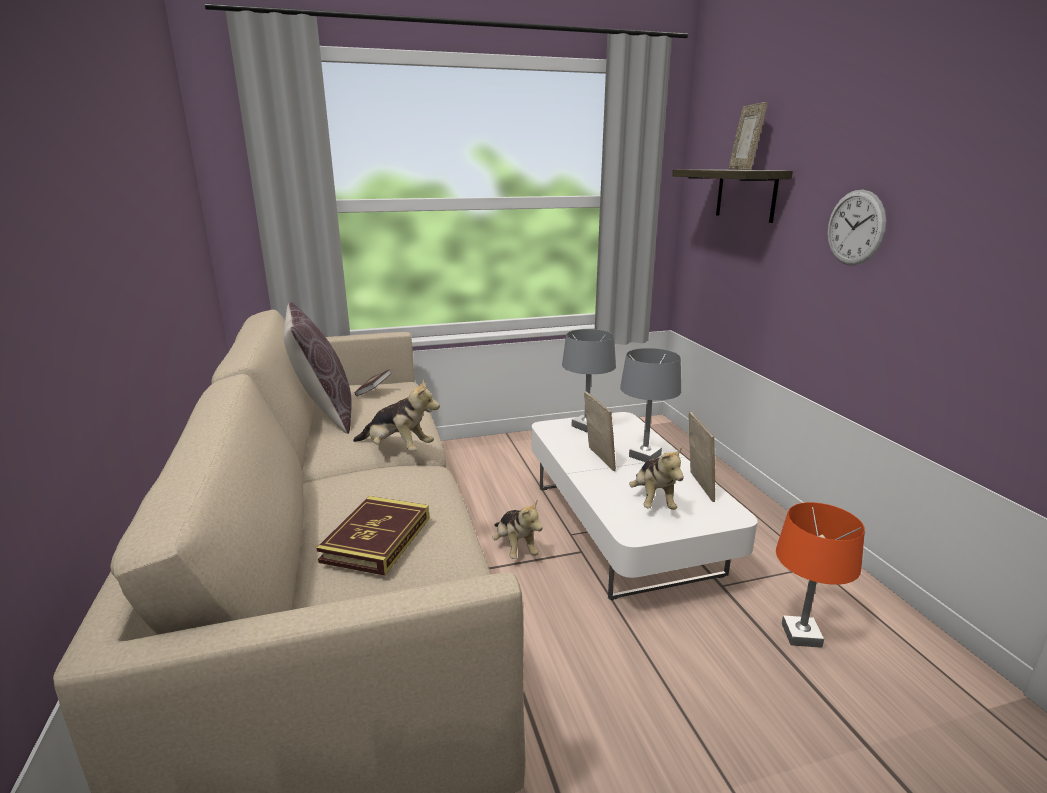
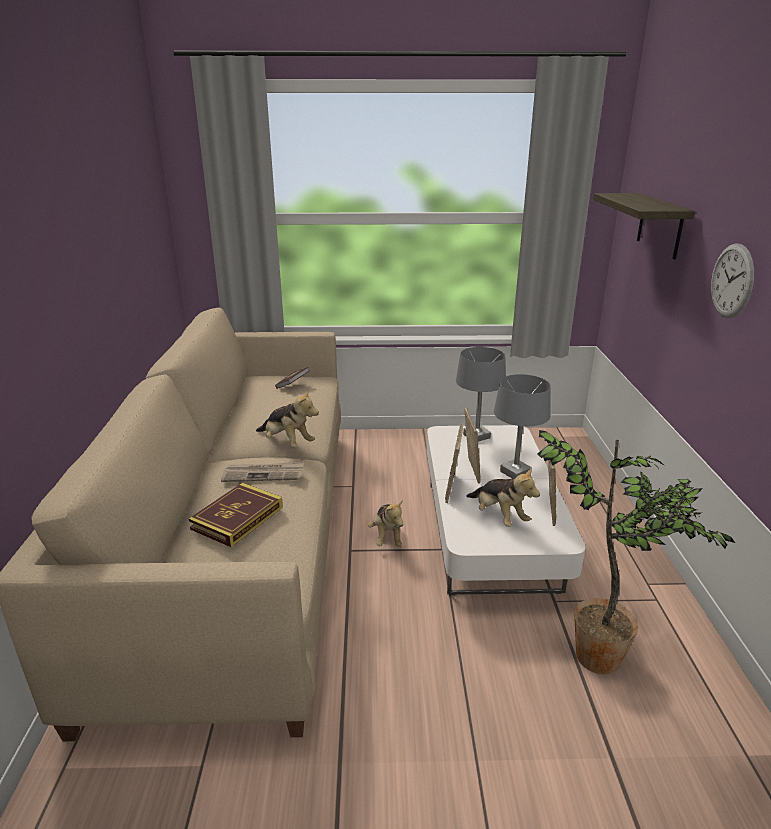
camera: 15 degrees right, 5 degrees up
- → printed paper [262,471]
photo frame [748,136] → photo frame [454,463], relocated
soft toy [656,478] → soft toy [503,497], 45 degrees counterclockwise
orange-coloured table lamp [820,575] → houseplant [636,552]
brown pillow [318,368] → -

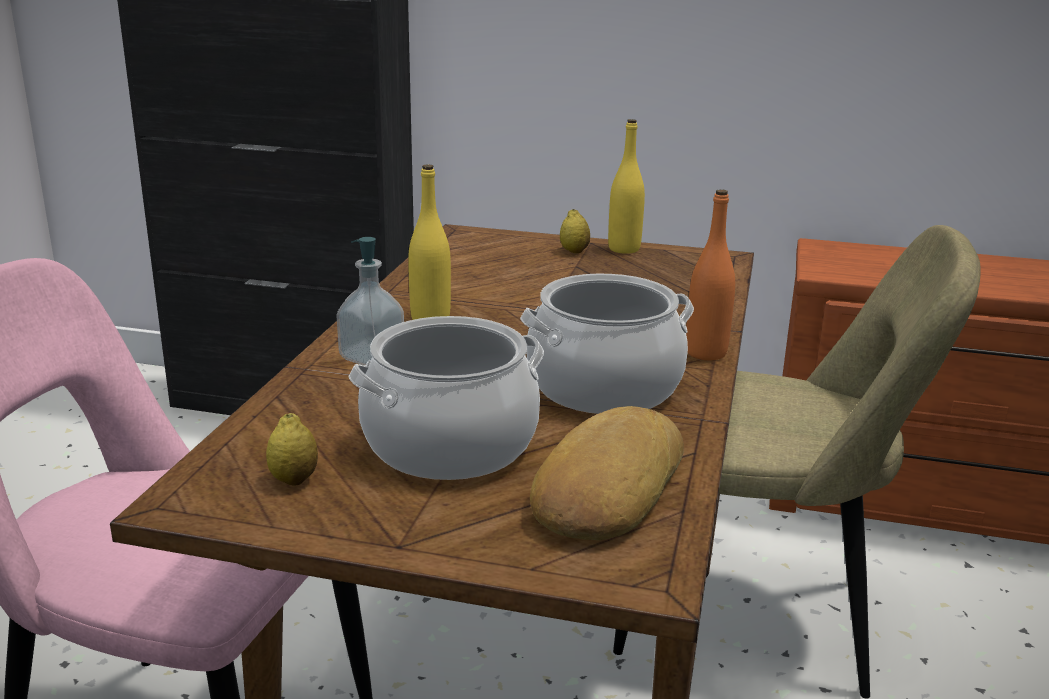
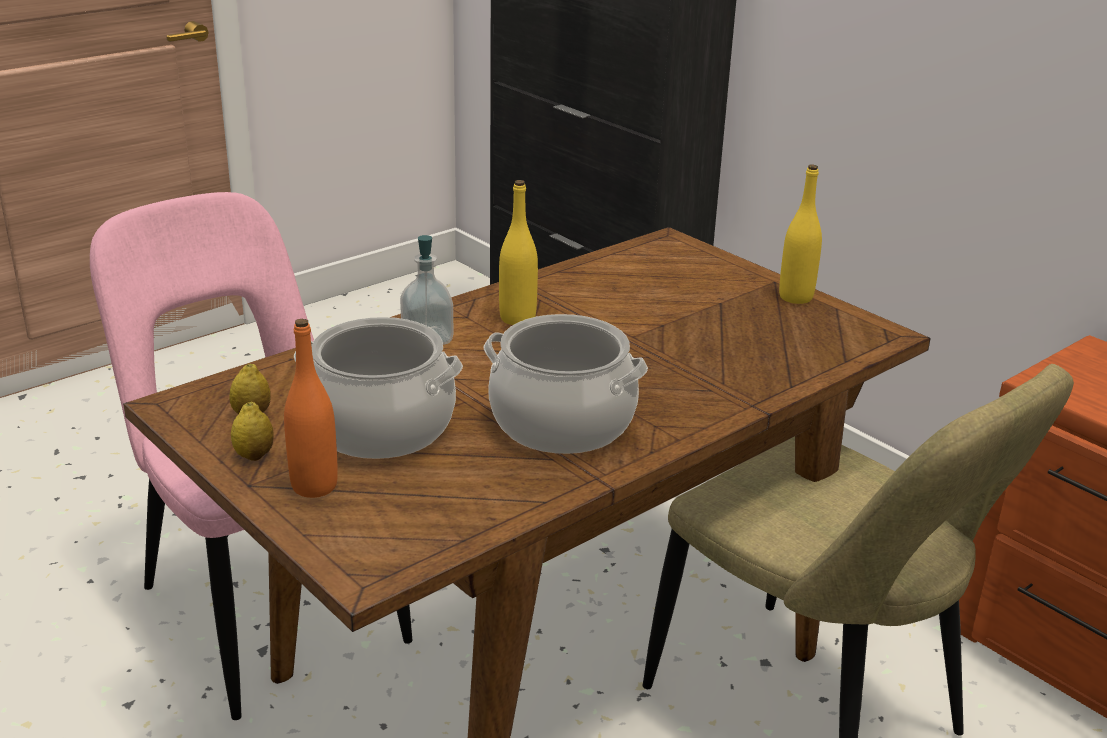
camera: 35 degrees right, 5 degrees up
lemon [575,231] → lemon [252,431], relocated
orange-coloured bottle [710,274] → orange-coloured bottle [311,408], relocated
baked bread [607,473] → -

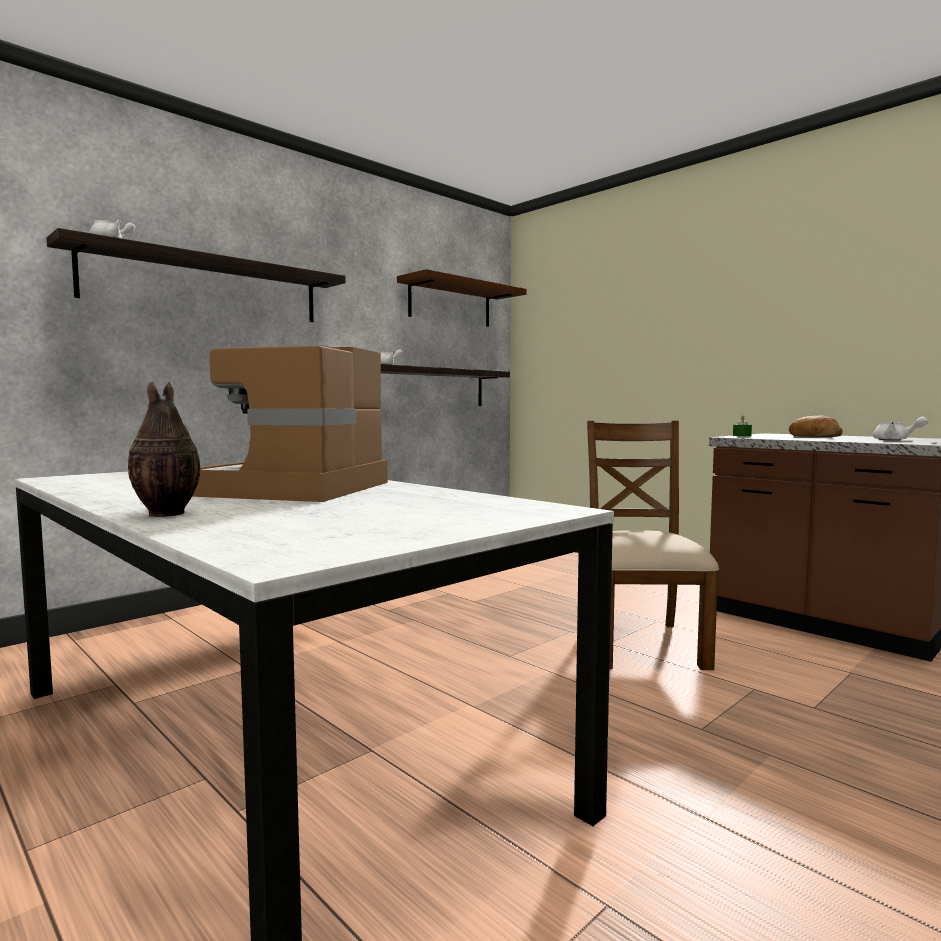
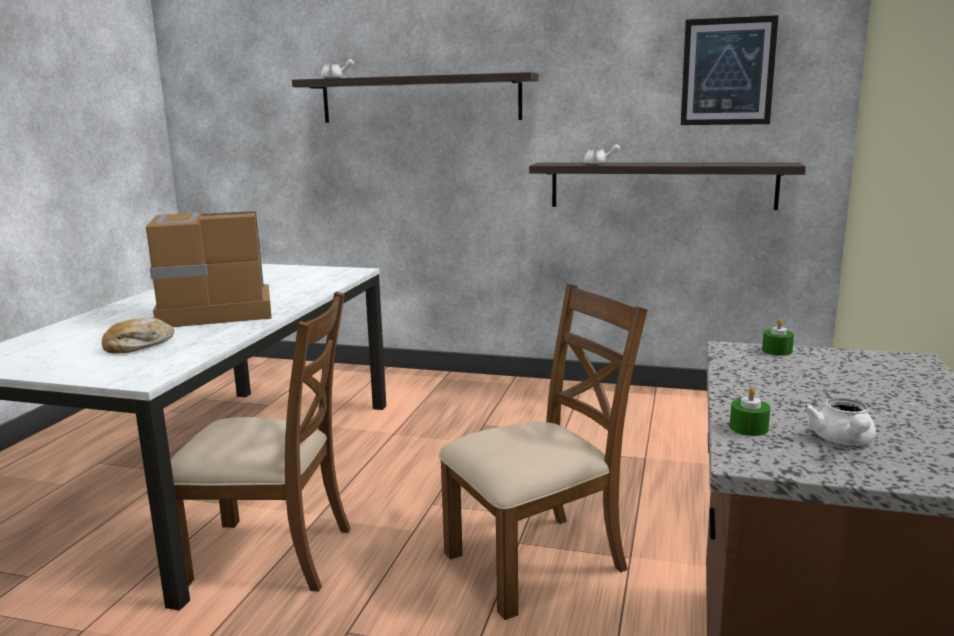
camera: 60 degrees right, 10 degrees up
baked bread [816,426] → baked bread [138,335], relocated
- → brown chair [260,441]
brown bracket shelf [461,298] → picture [730,70]
- → green wax candle [750,411]
vase [164,449] → -

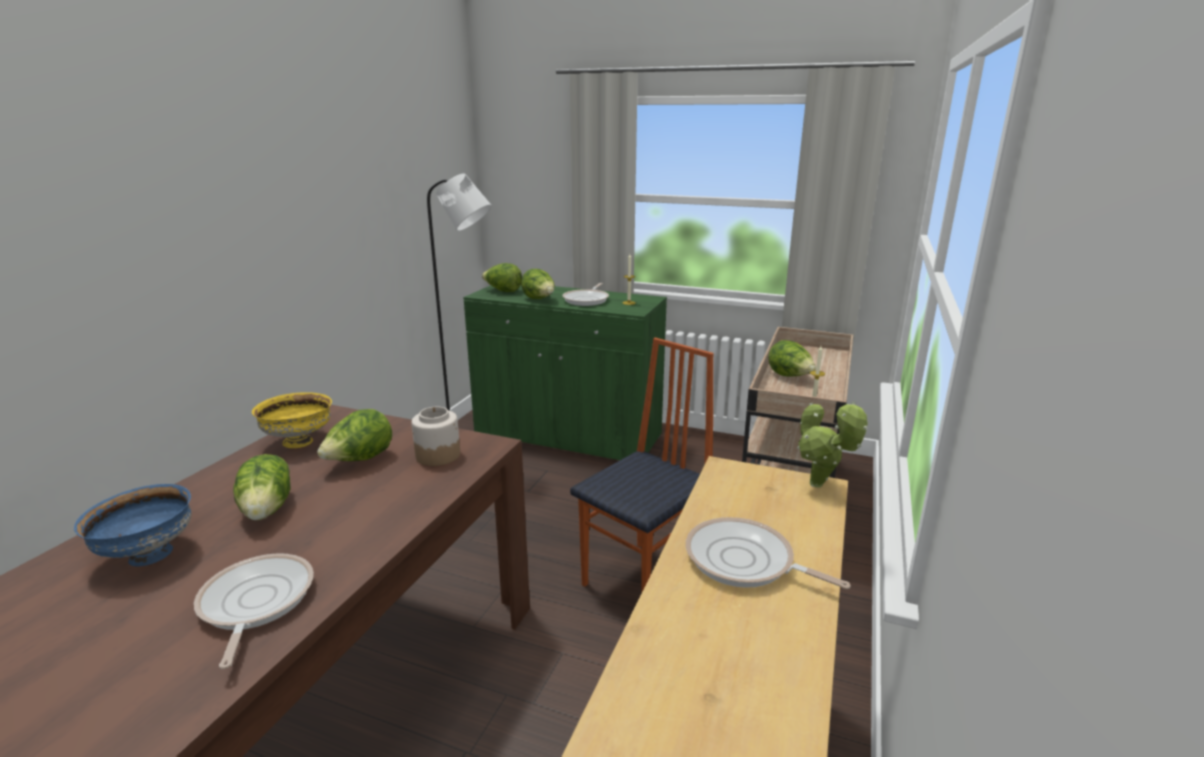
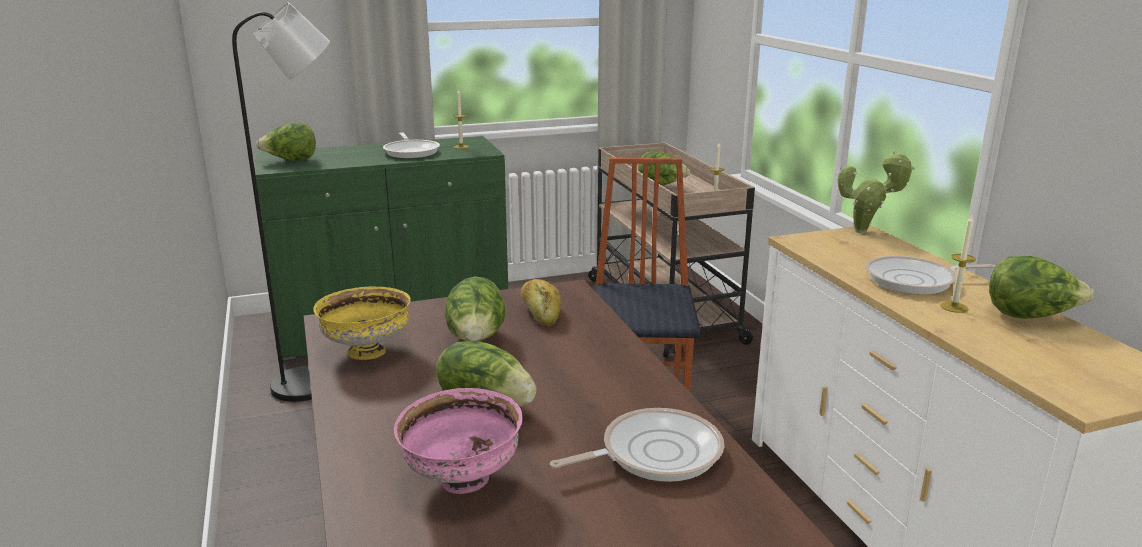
camera: 40 degrees left, 0 degrees up
blue bowl [132,525] → pink bowl [458,441]
preserve jar [435,436] → baked bread [541,302]
skillet [254,611] → skillet [637,445], 120 degrees clockwise
- → wax candle [958,264]
head of lettuce [538,284] → head of lettuce [1041,287], relocated

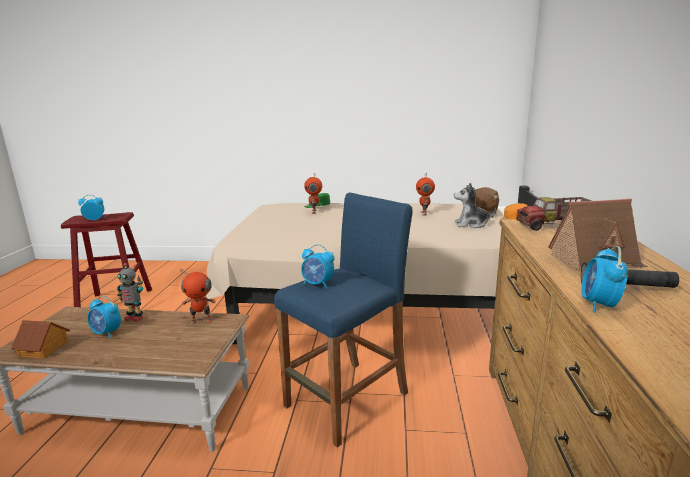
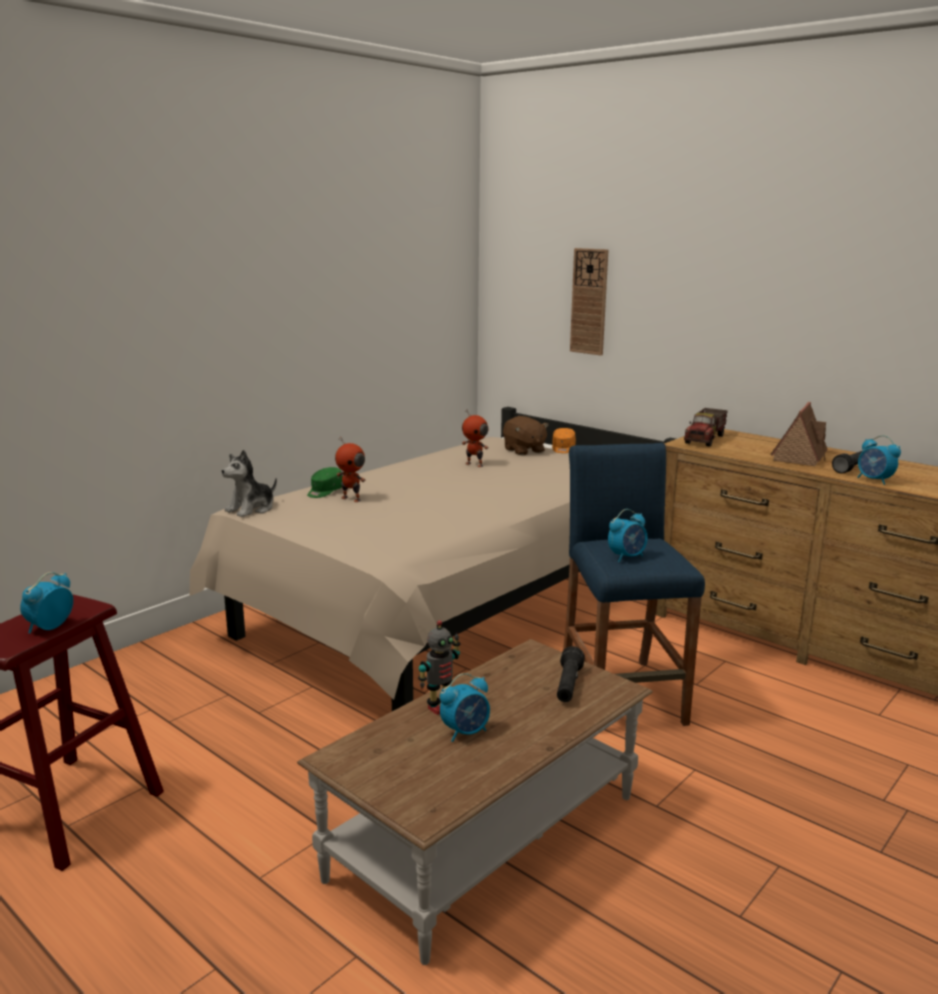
camera: 55 degrees left, 0 degrees up
soft toy [475,205] → soft toy [249,483], relocated
- → black-coloured hand torch [571,674]
- → clock on the wall [589,301]
toy house [40,339] → -
toy robot [198,296] → -

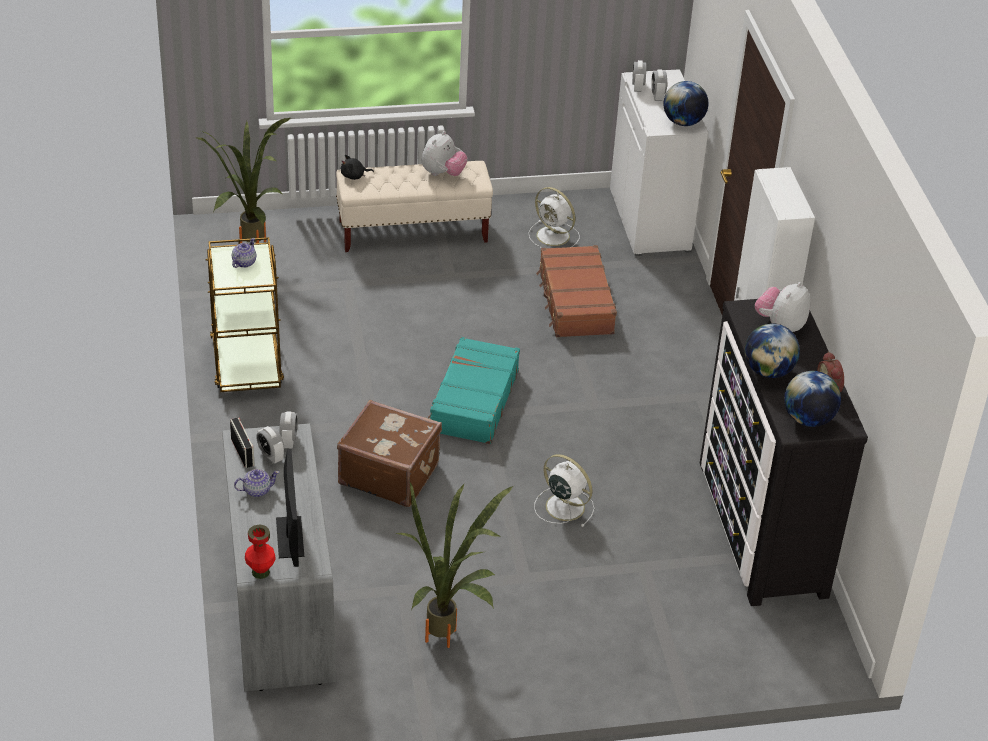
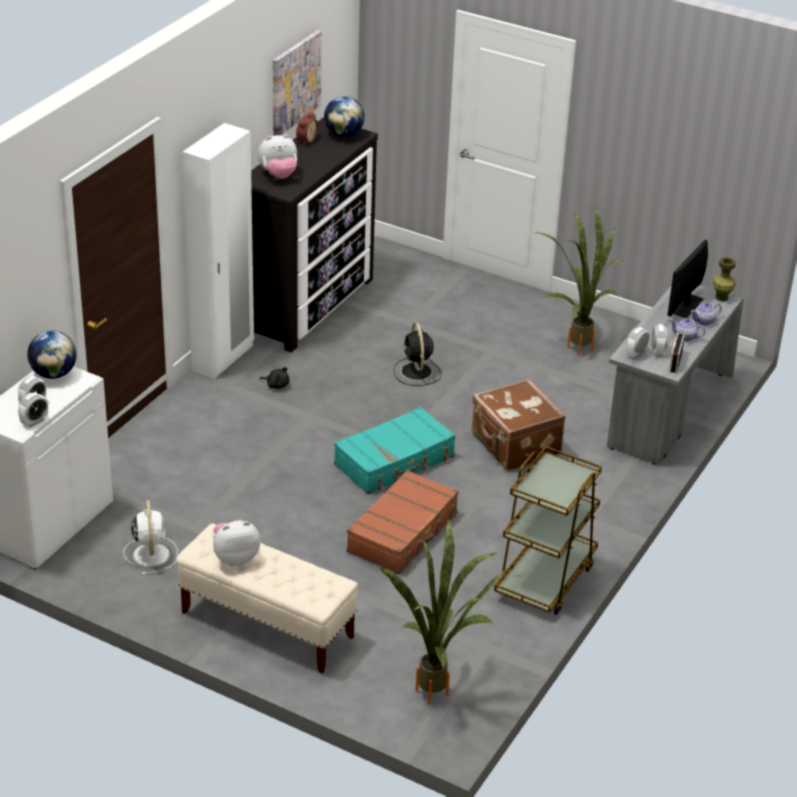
camera: 140 degrees left, 5 degrees down
black-coloured soft toy [357,167] → black-coloured soft toy [275,378], relocated
- → picture [297,83]
brown suitcase [576,291] → brown suitcase [402,522], relocated
whitish fan [564,490] → black-coloured fan [417,354]
tea pot [244,253] → tea pot [706,314], relocated
reddish vase [260,551] → green vase [724,279]
world globe [772,350] → -

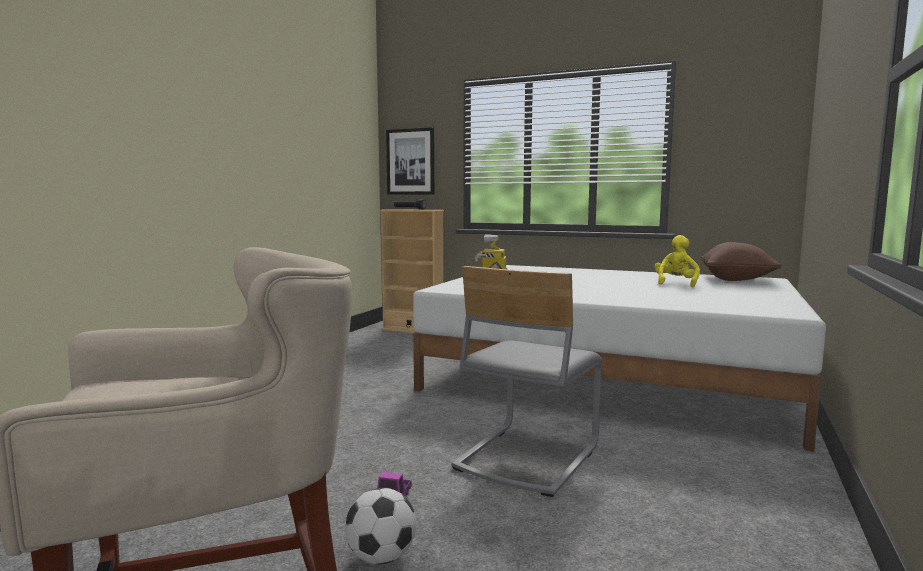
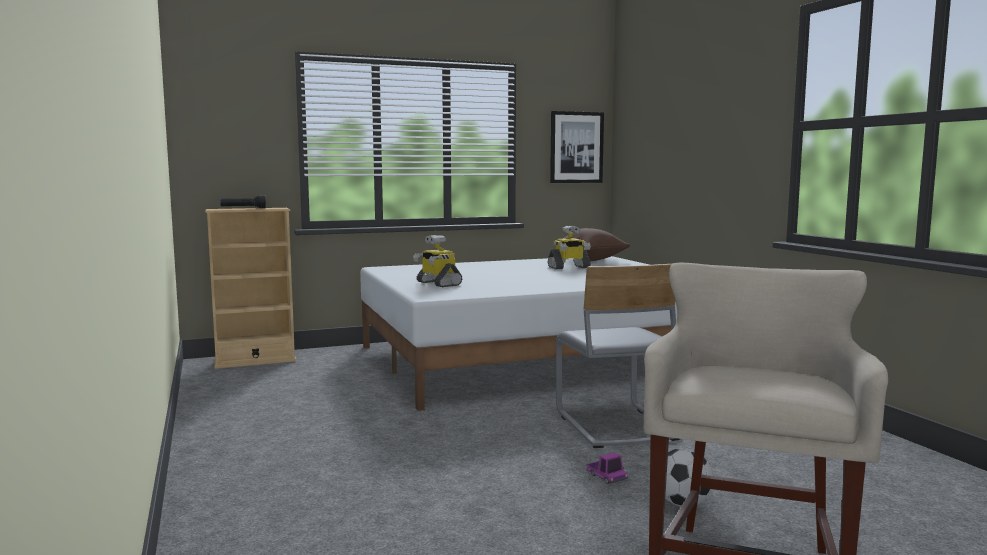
camera: 45 degrees left, 0 degrees up
yellow-coloured soft toy [677,261] → toy robot [569,247]
picture [410,161] → picture [577,147], relocated

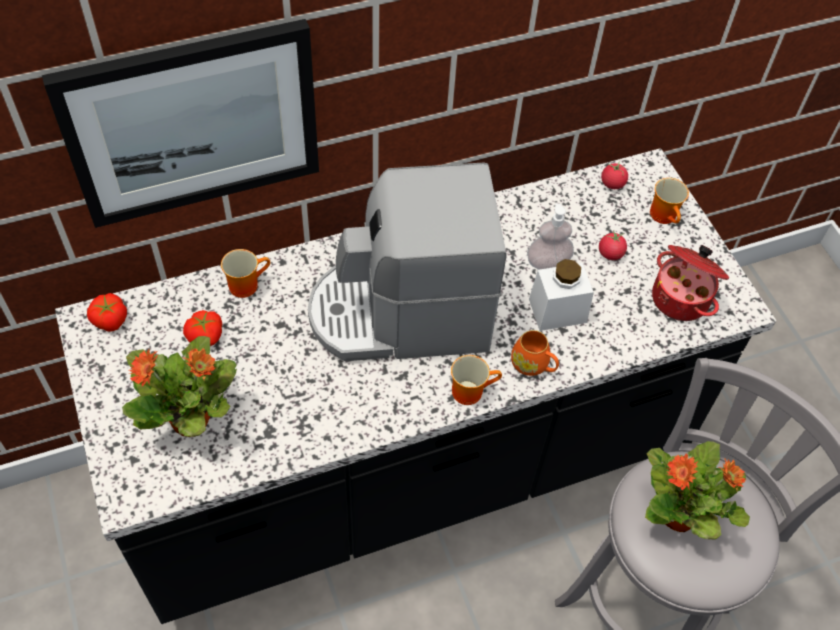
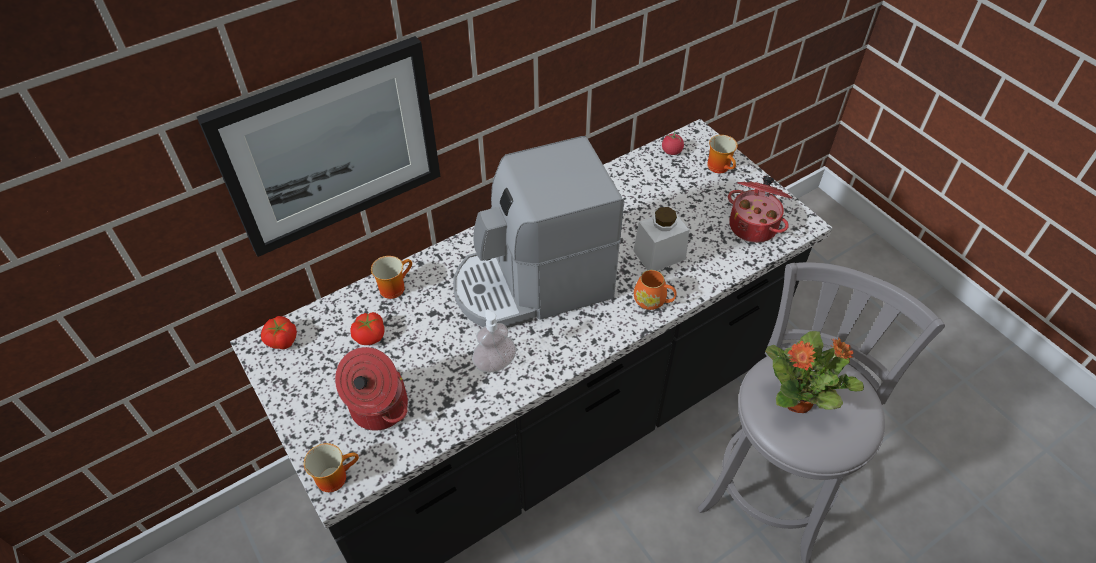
camera: 10 degrees left, 5 degrees down
coffee mug [476,380] → coffee mug [331,467], relocated
houseplant [179,386] → stockpot [371,389]
liquid soap bottle [550,236] → liquid soap bottle [494,340], relocated
fresh tomato [613,245] → -

